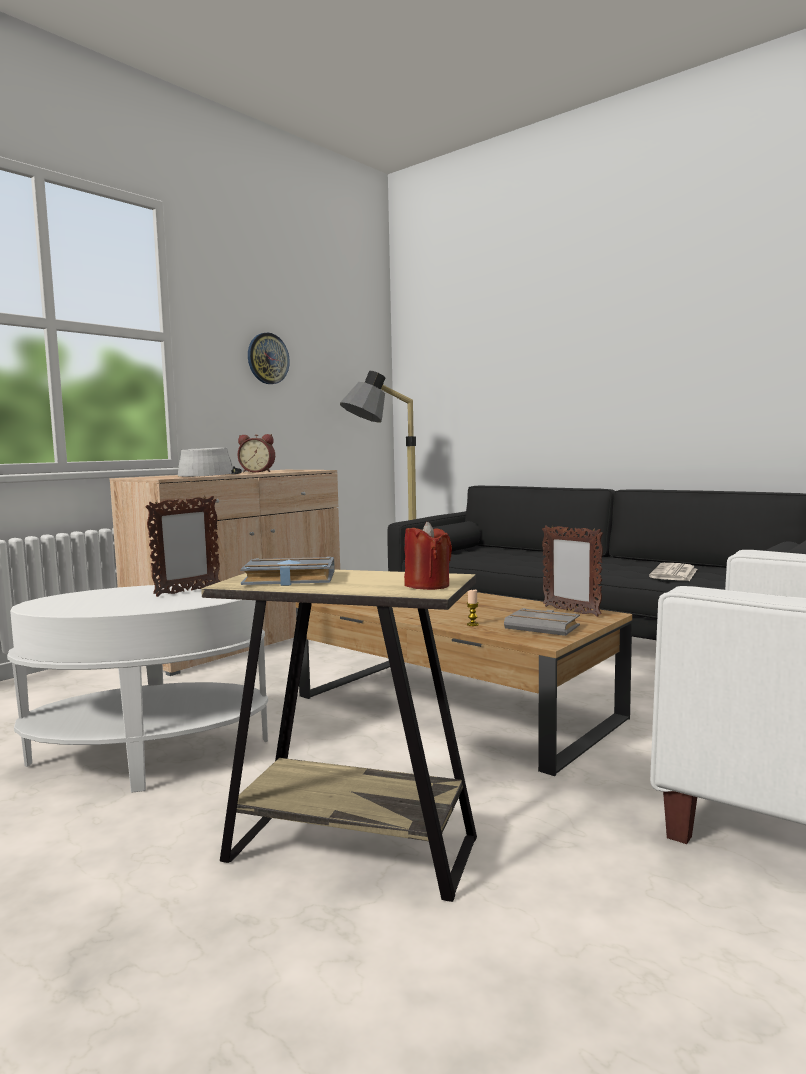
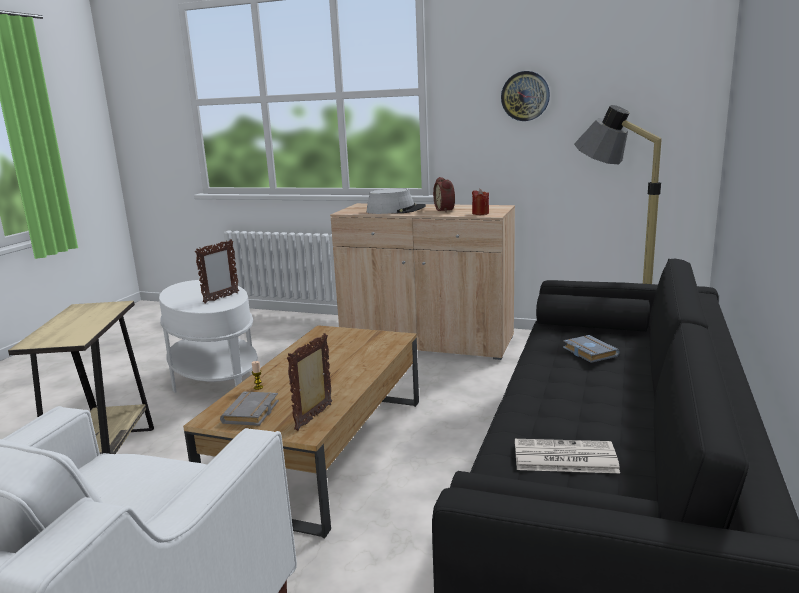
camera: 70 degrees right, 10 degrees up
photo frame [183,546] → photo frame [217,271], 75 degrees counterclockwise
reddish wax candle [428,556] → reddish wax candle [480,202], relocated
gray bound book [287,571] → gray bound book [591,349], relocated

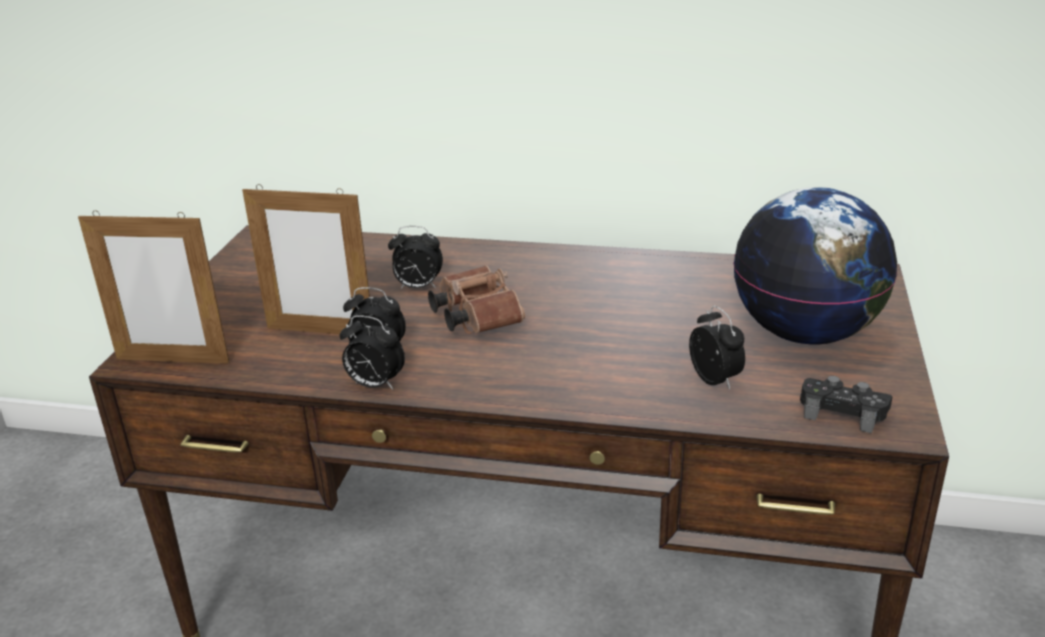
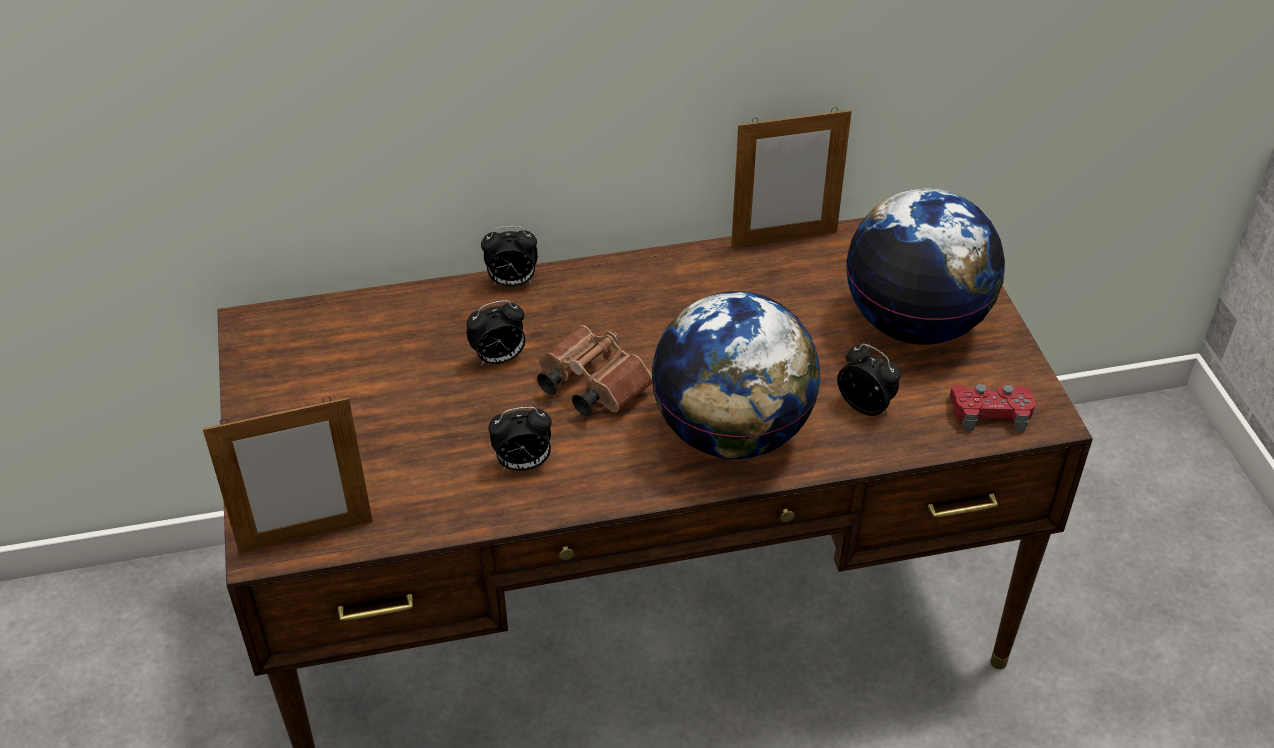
camera: 25 degrees left, 15 degrees up
alarm clock [372,352] → alarm clock [509,256], relocated
- → world globe [736,375]
photo frame [306,259] → photo frame [791,177], relocated
black-coloured joypad [846,404] → reddish joypad [992,408]

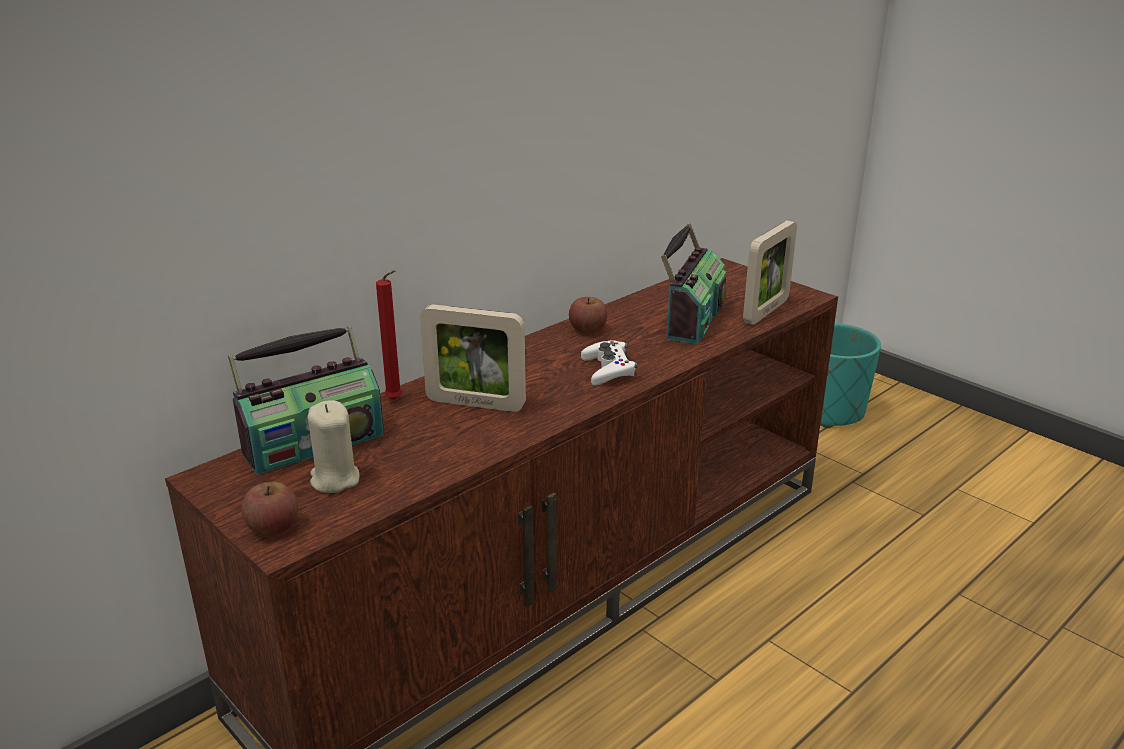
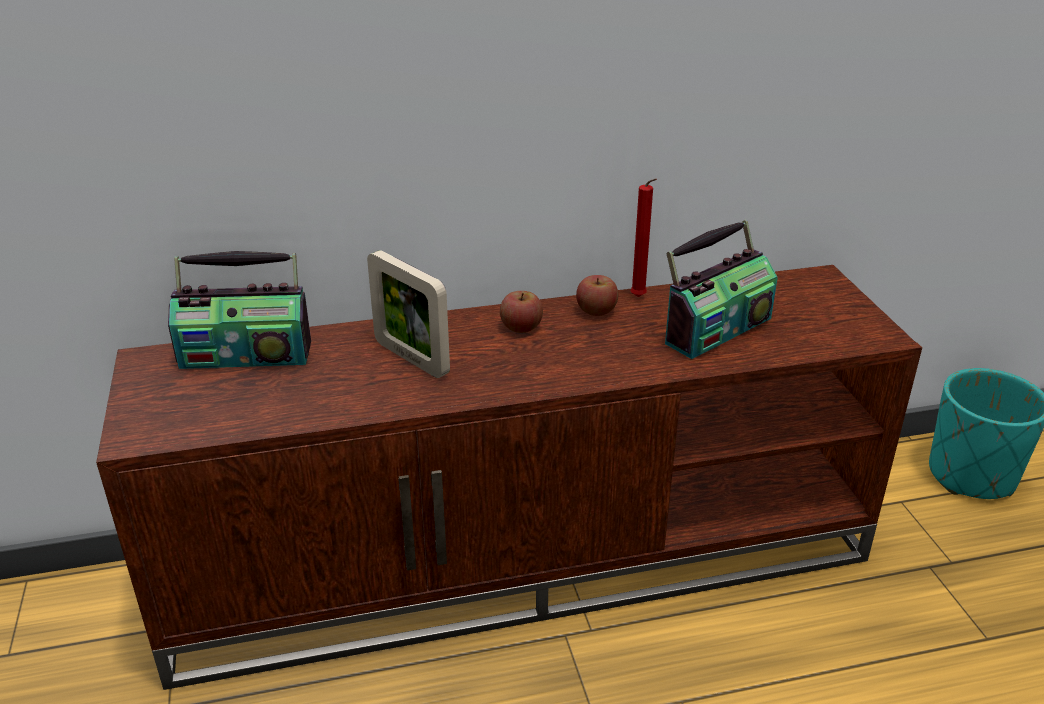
camera: 30 degrees right, 5 degrees up
apple [270,509] → apple [521,312], relocated
reddish wax candle [389,335] → reddish wax candle [643,237], relocated
beige wax candle [333,446] → -
whitish joypad [609,363] → -
photo frame [770,273] → -

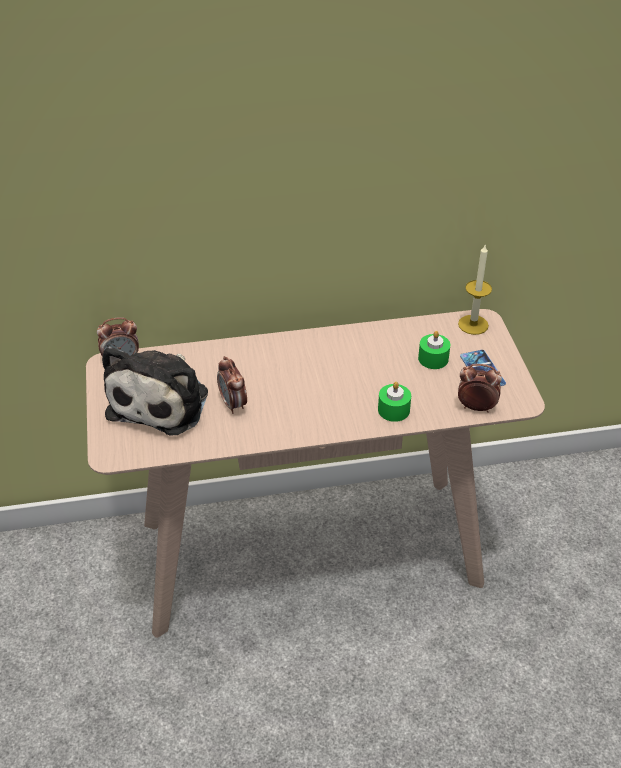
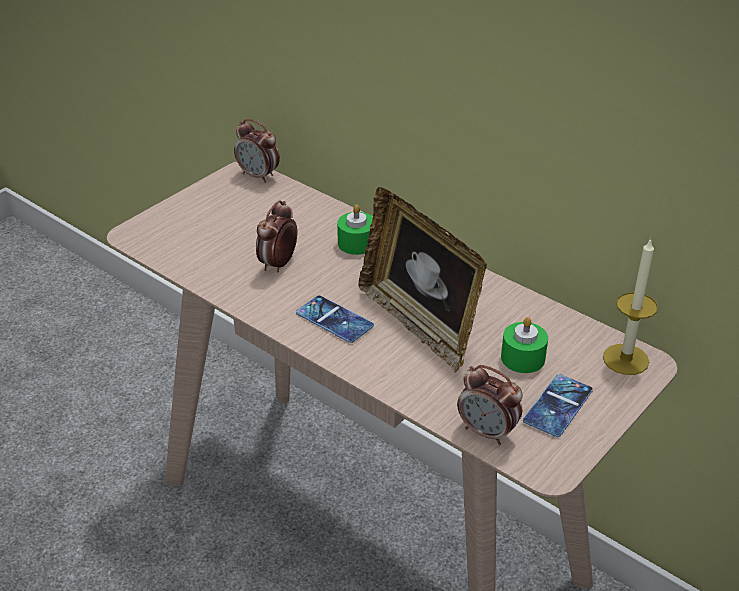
camera: 50 degrees right, 5 degrees down
- → telephone [335,319]
green wax candle [394,402] → green wax candle [355,230], relocated
- → photo frame [423,279]
alarm clock [480,388] → alarm clock [490,405], 150 degrees clockwise
soft toy [155,391] → -

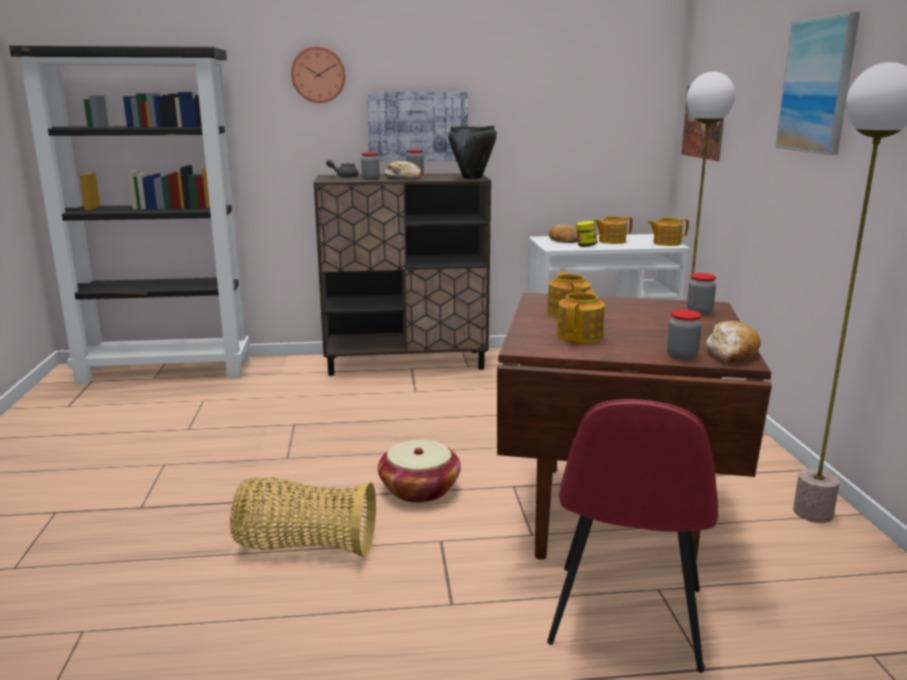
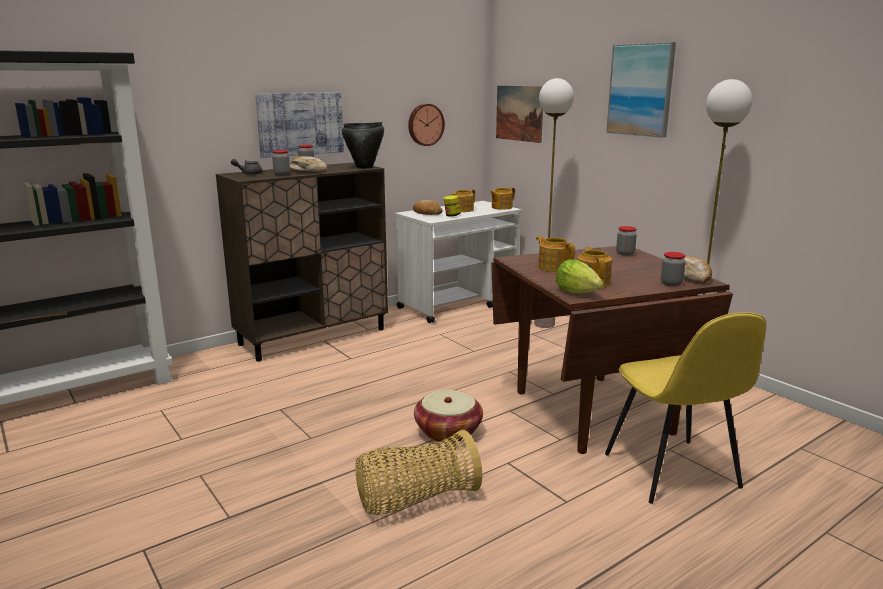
camera: 30 degrees left, 0 degrees up
clock on the wall [318,74] → clock on the wall [426,125], relocated
- → head of lettuce [579,276]
reddish chair [632,536] → yellow-coloured chair [685,408]

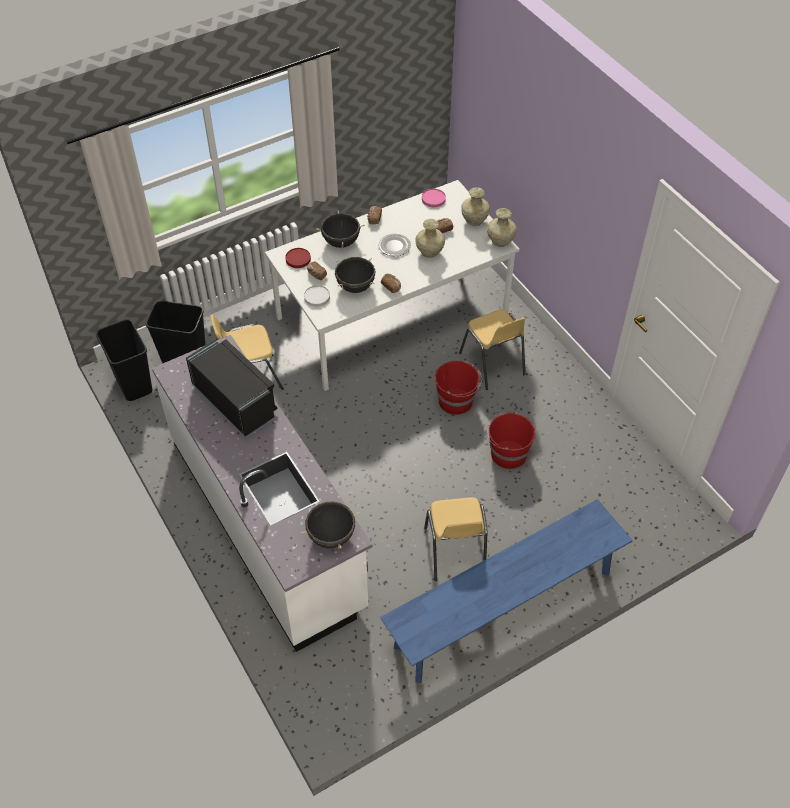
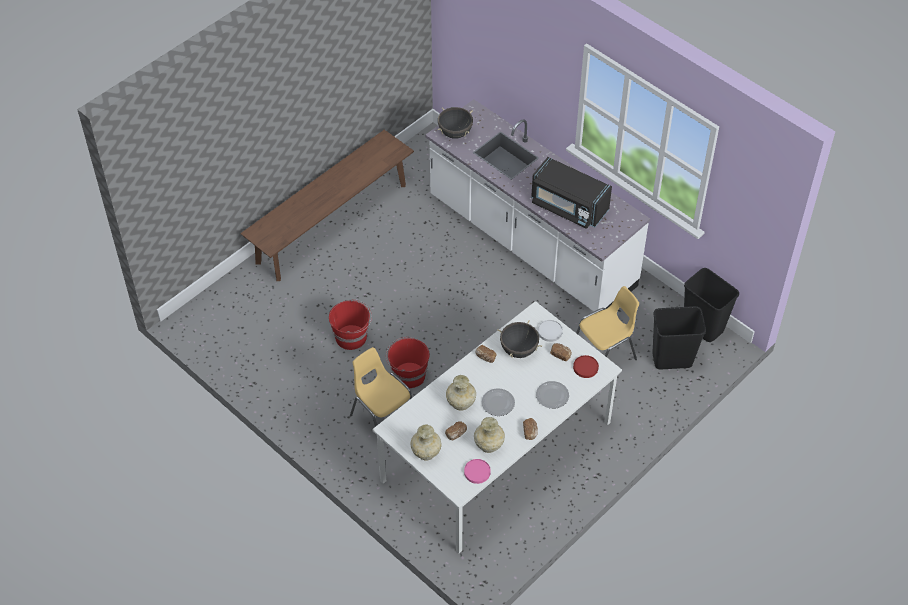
camera: 165 degrees right, 0 degrees up
blue bench [506,591] → brown bench [327,205]
beige vase [502,227] → beige vase [489,435], relocated
black-coloured stockpot [340,229] → dinner plate [552,395]
yellow-coloured chair [455,539] → -

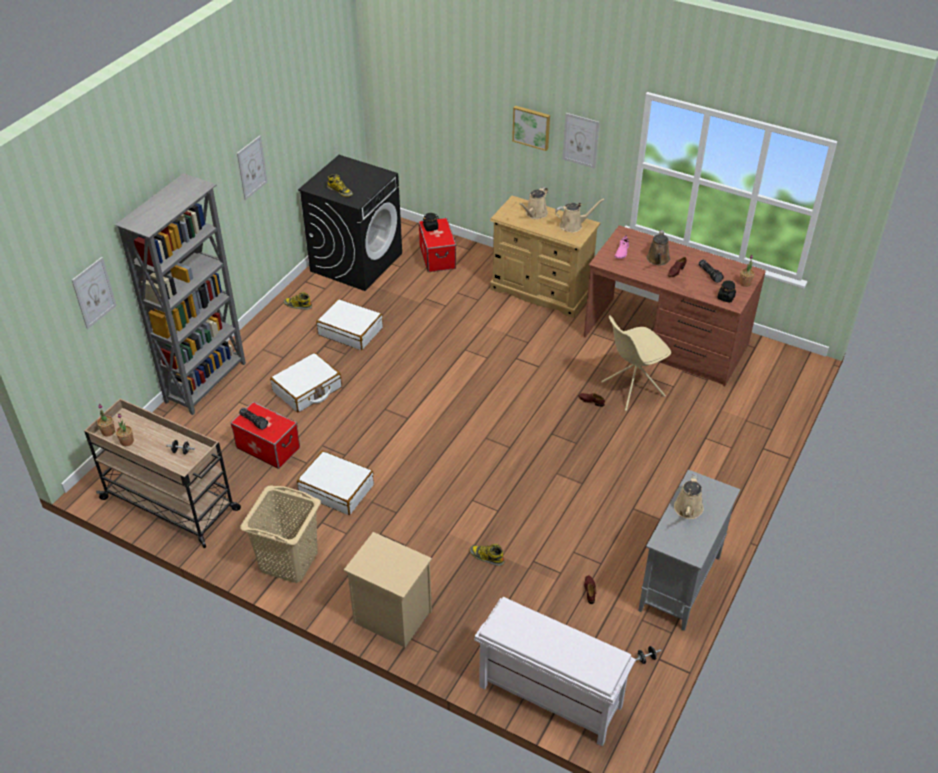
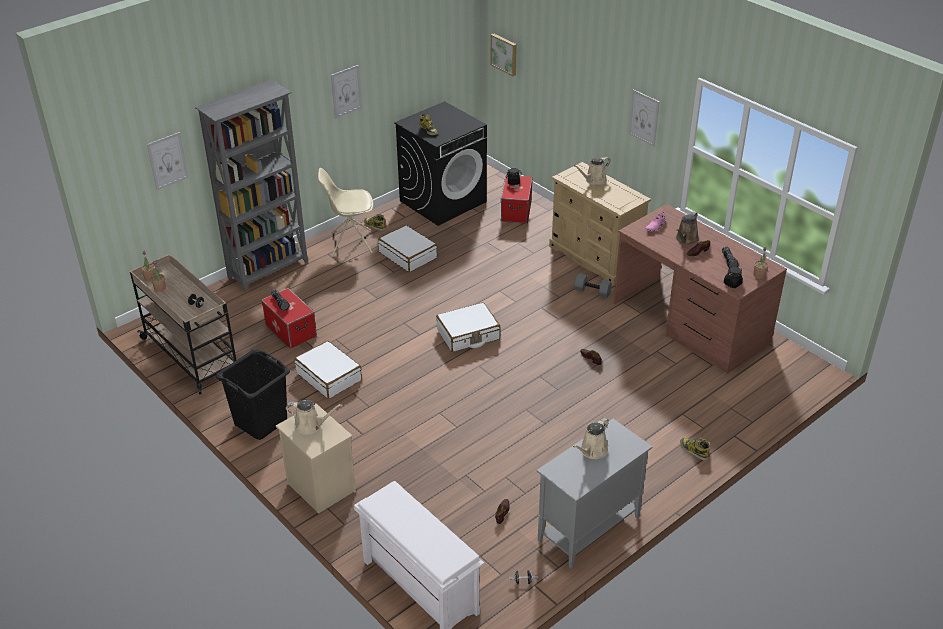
camera: 20 degrees right, 5 degrees down
beige washing basket [280,534] → black-coloured washing basket [253,394]
beige sprinkling can [579,216] → beige sprinkling can [314,417], relocated
beige chair [636,363] → beige chair [345,212], relocated
whitish suitcase [306,382] → whitish suitcase [468,327], relocated
picture [531,128] → picture [504,54], relocated
- → gray free weight [593,285]
boot [486,555] → boot [695,449], relocated

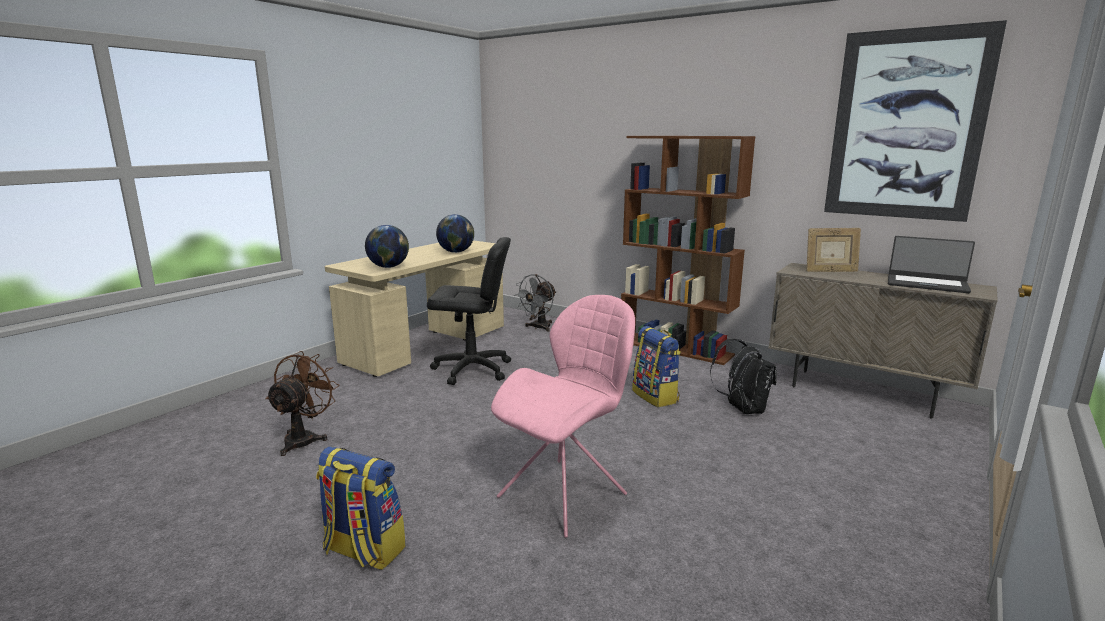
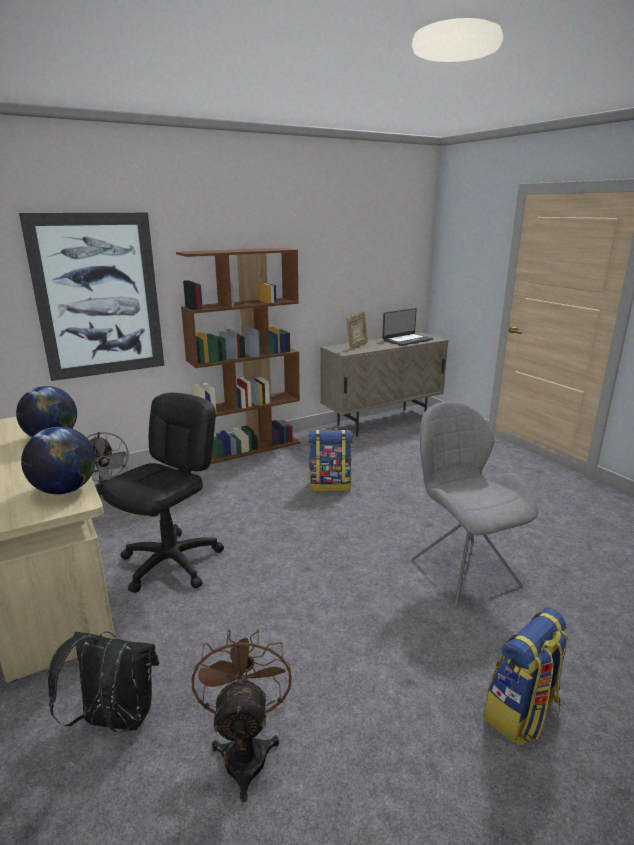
camera: 65 degrees left, 5 degrees up
picture [915,121] → picture [92,297], relocated
black-coloured rucksack [743,376] → black-coloured rucksack [103,682], relocated
brown fan [302,403] → brown fan [242,715], 45 degrees clockwise
pink chair [563,416] → gray chair [474,504]

